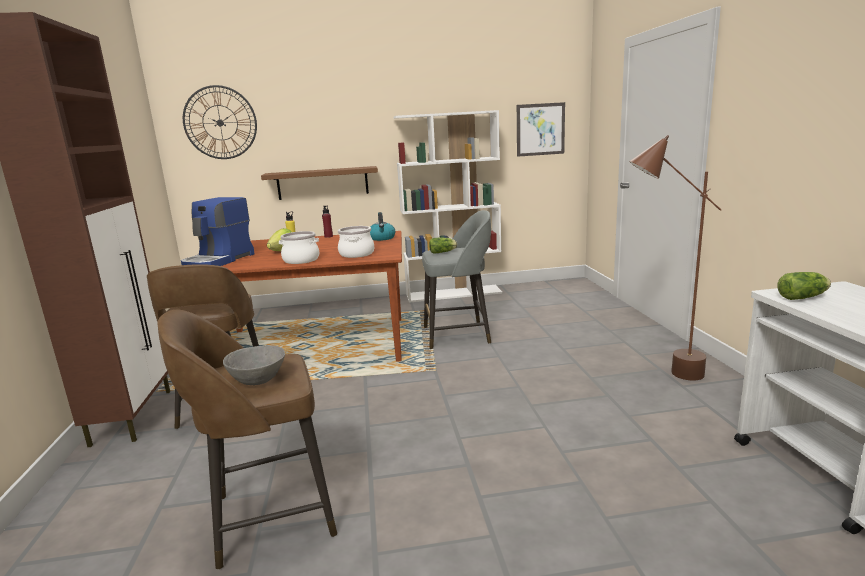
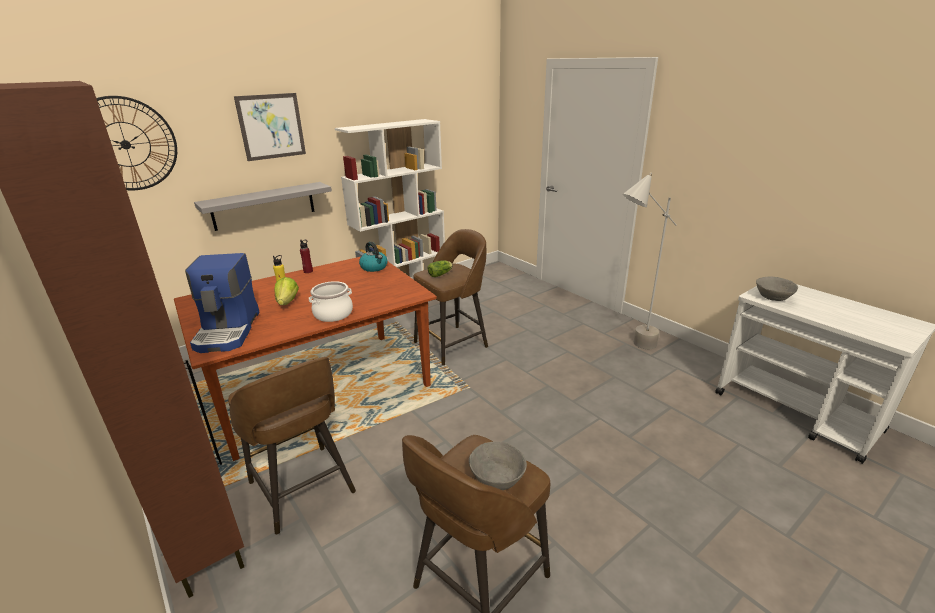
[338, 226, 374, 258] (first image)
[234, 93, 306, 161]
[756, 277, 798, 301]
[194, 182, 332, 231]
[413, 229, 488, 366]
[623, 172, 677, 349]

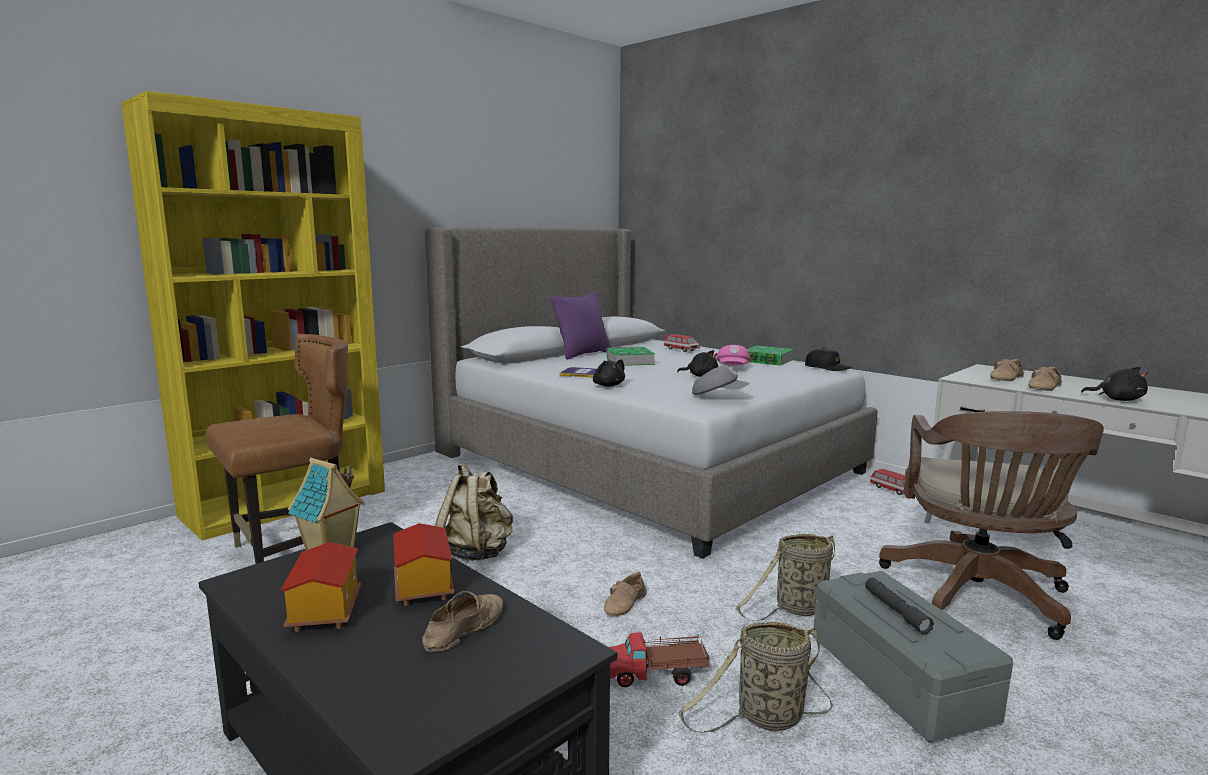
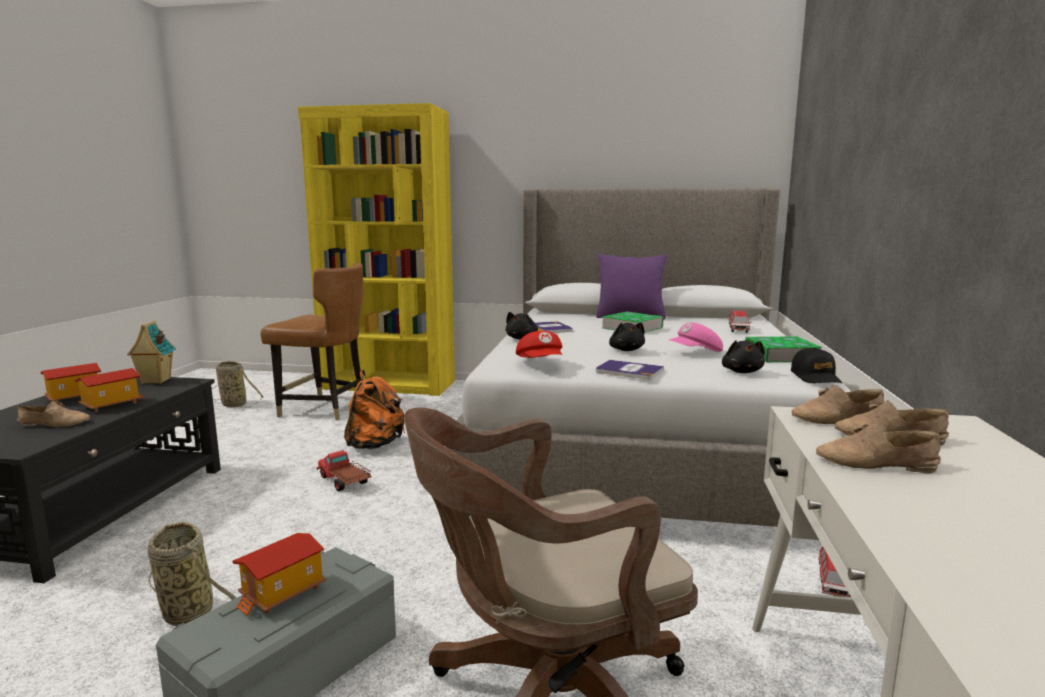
[596, 360, 664, 379]
[791, 385, 884, 424]
[317, 450, 372, 491]
[212, 361, 264, 408]
[722, 340, 765, 373]
[232, 533, 327, 616]
[344, 370, 405, 449]
[516, 331, 562, 358]

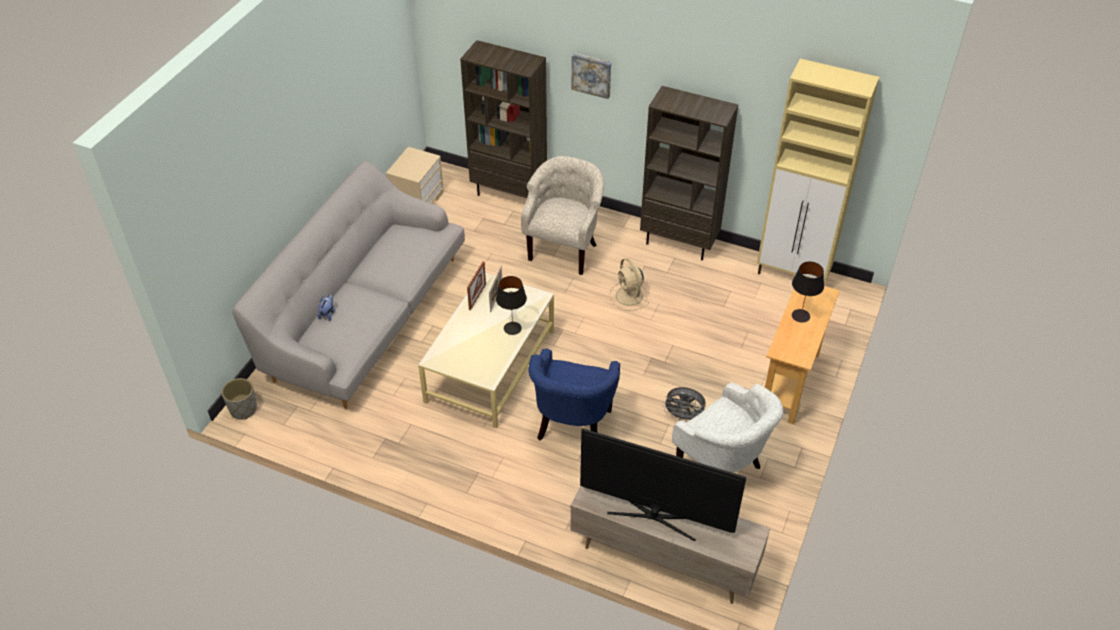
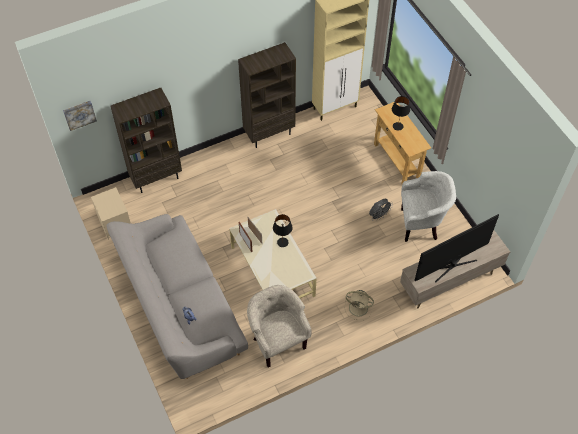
[222, 378, 257, 420] (first image)
[528, 349, 620, 440] (first image)
[247, 285, 311, 368]
[63, 101, 97, 131]
[345, 290, 374, 320]

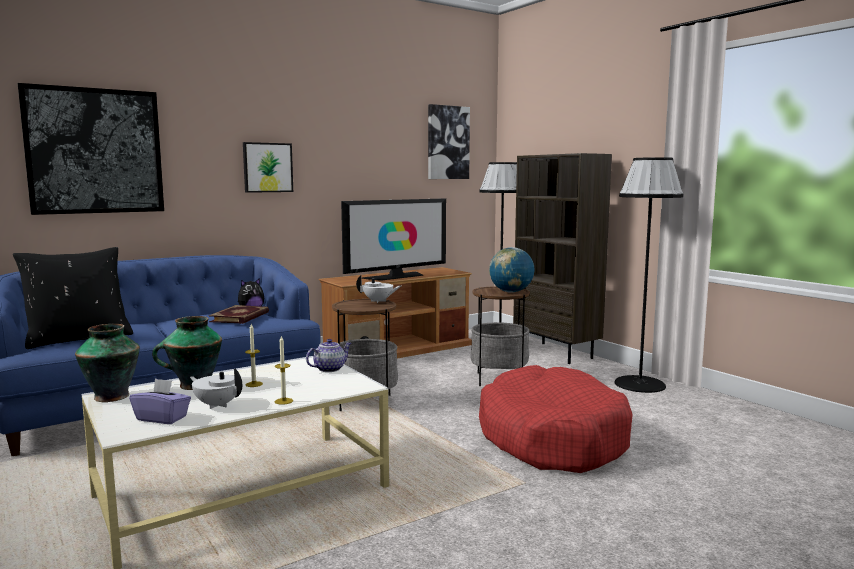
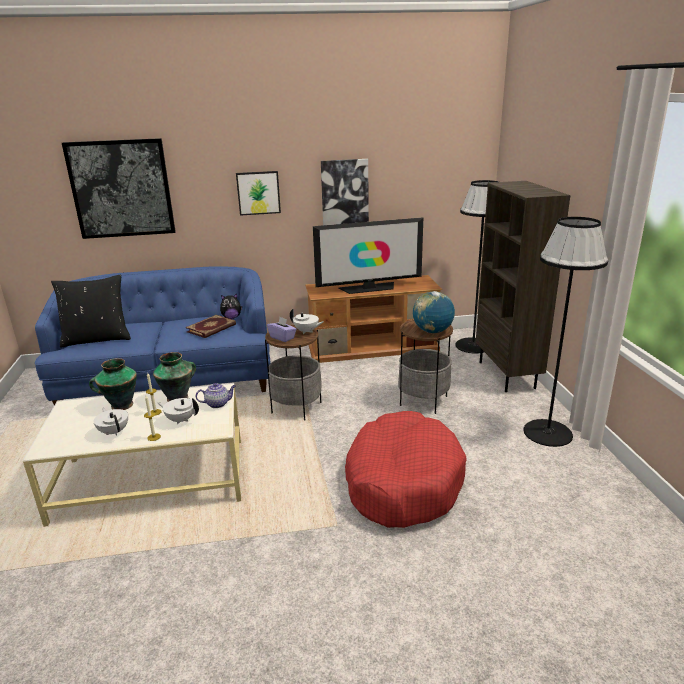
[158, 398, 199, 424]
[153, 352, 196, 402]
[267, 317, 297, 342]
[321, 159, 369, 225]

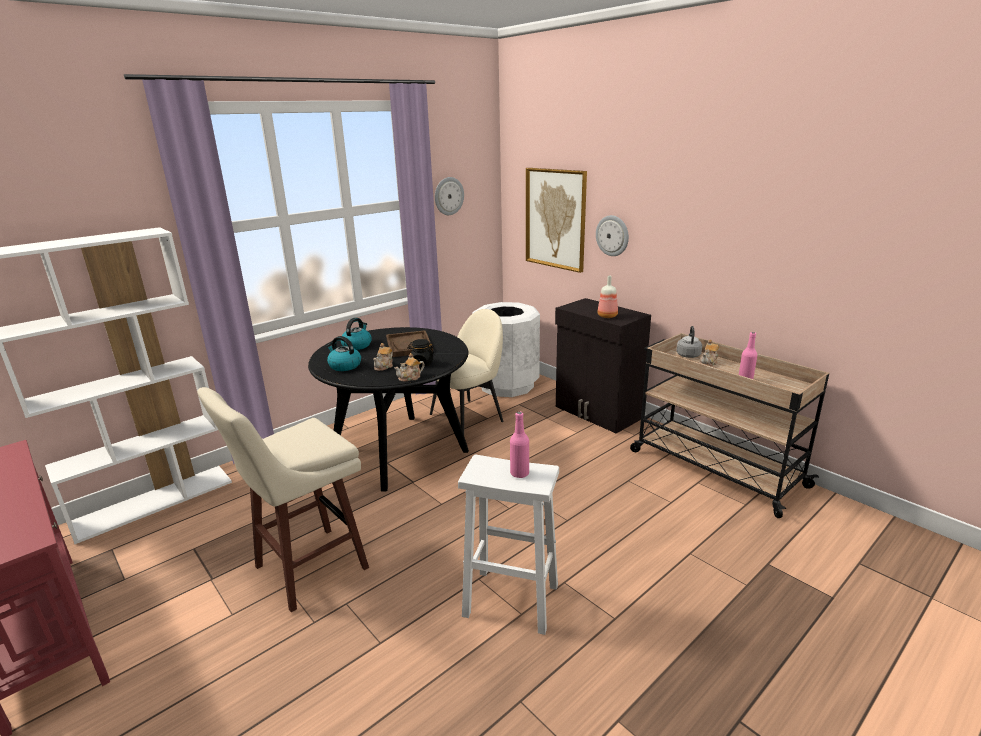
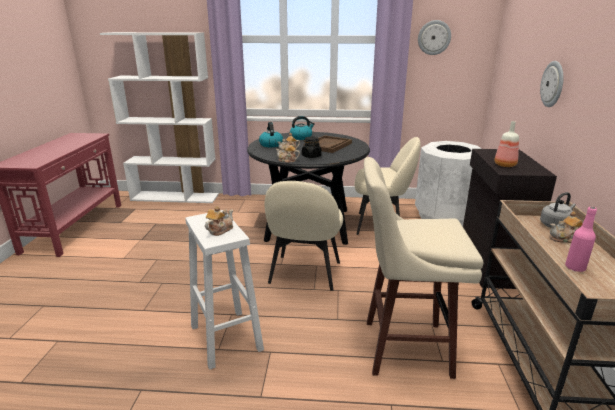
[526, 168, 587, 273] (first image)
[265, 181, 343, 291]
[364, 157, 484, 379]
[205, 206, 233, 236]

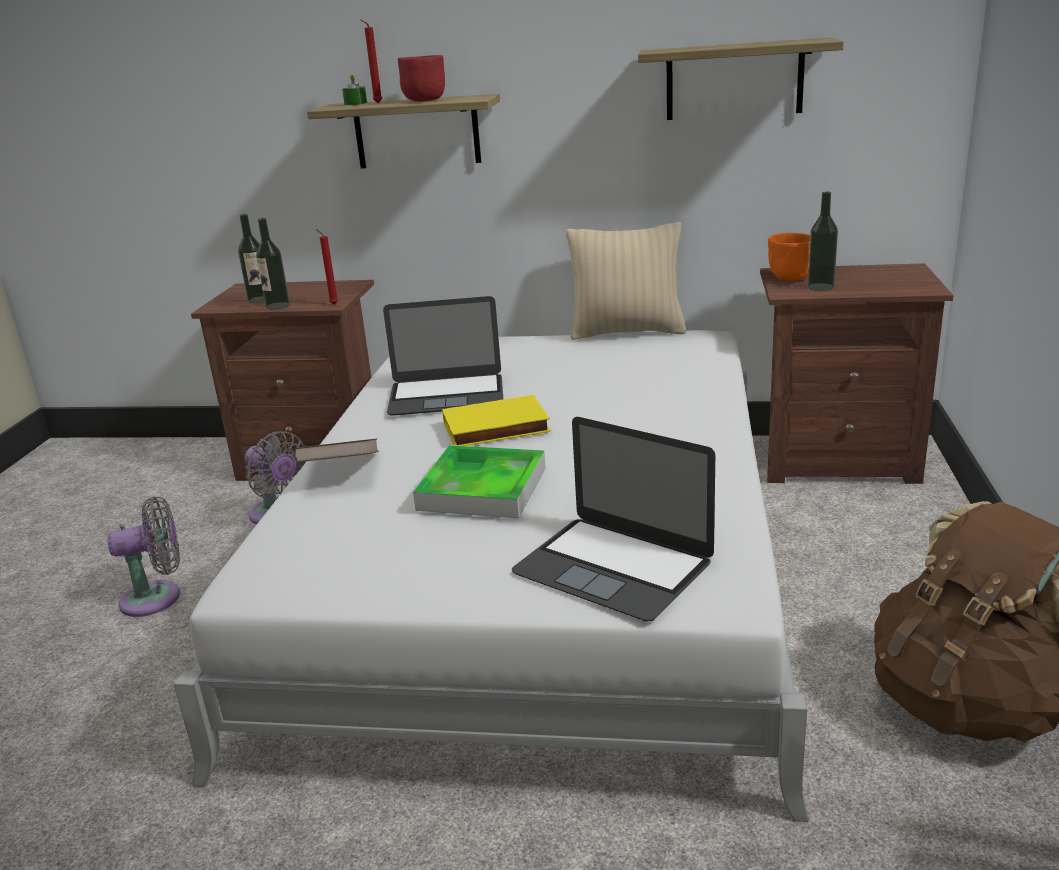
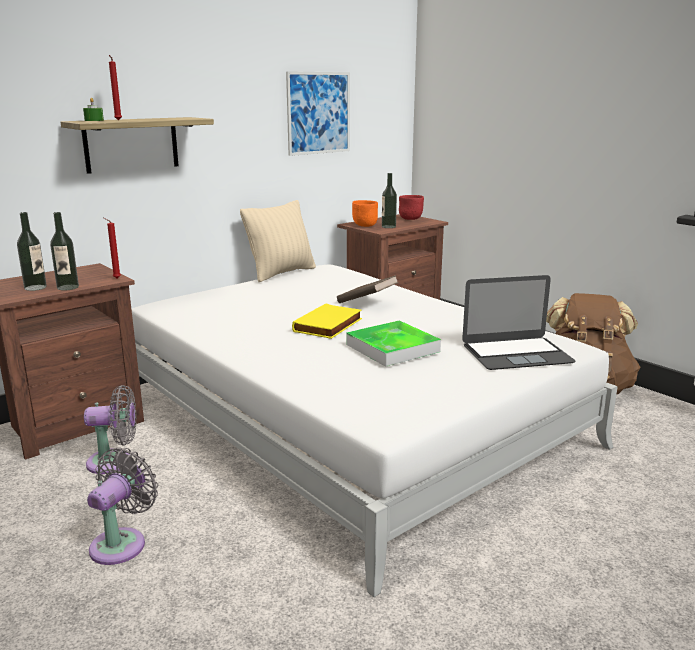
[383, 296, 503, 416] (first image)
[337, 275, 399, 303]
[399, 195, 424, 220]
[286, 71, 350, 156]

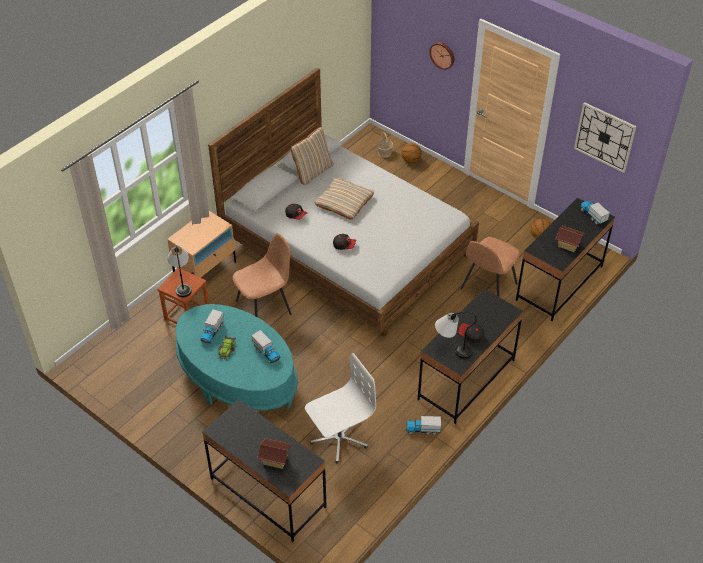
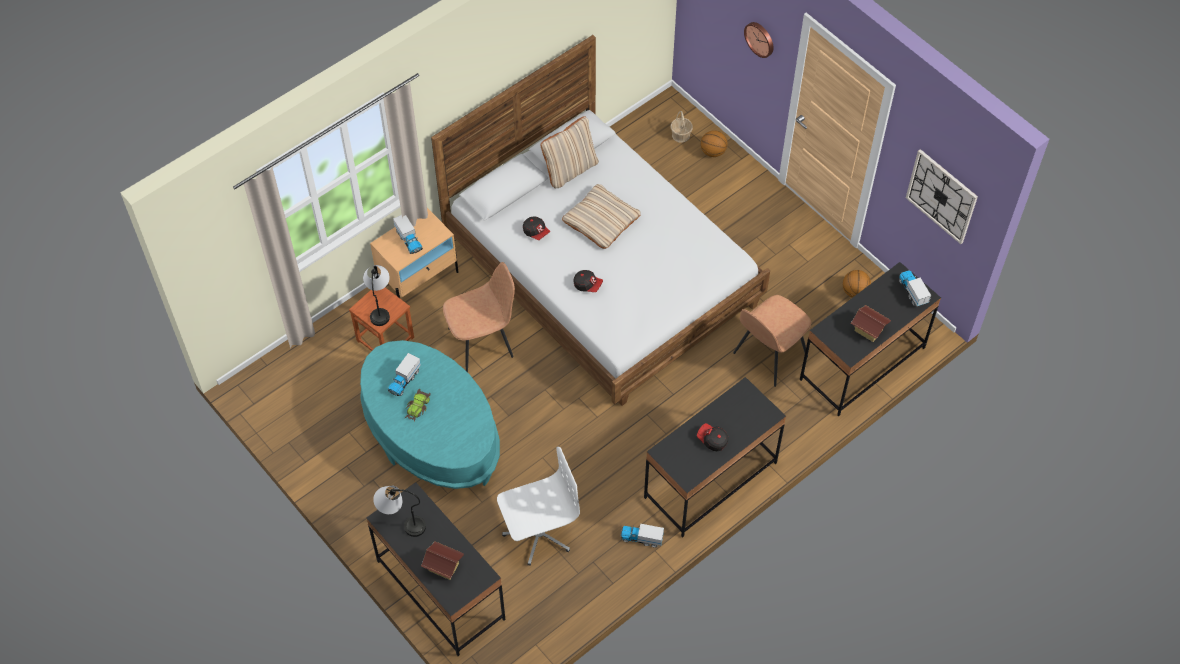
[393, 215, 423, 254]
[373, 486, 426, 537]

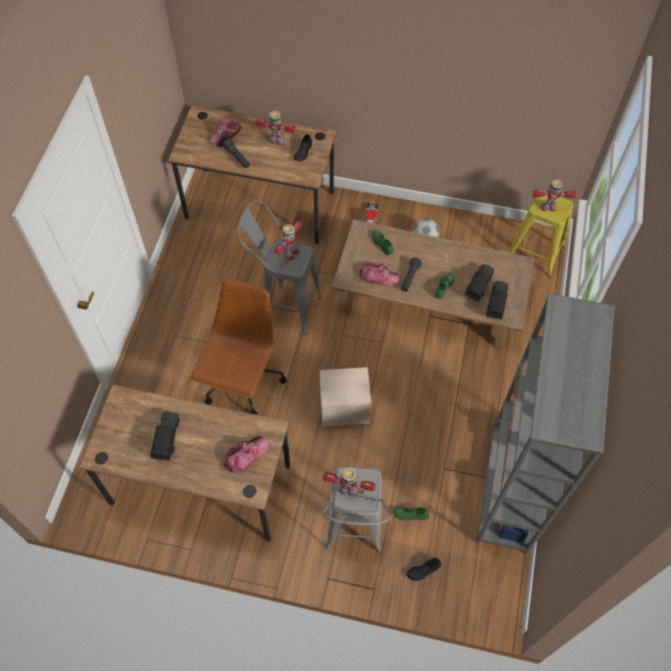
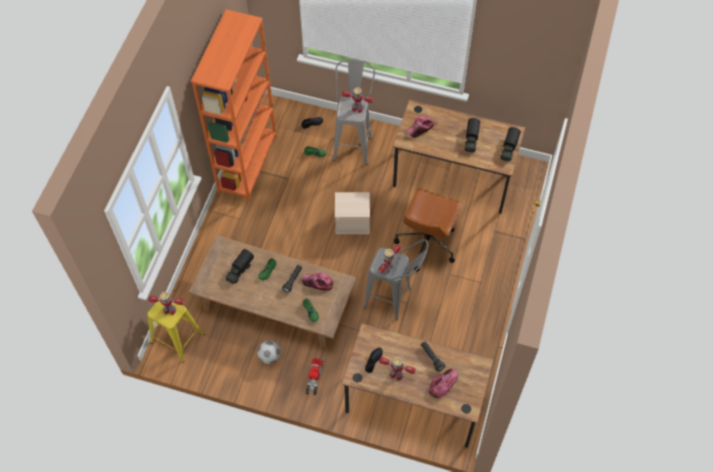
[500, 127, 521, 161]
[191, 9, 277, 201]

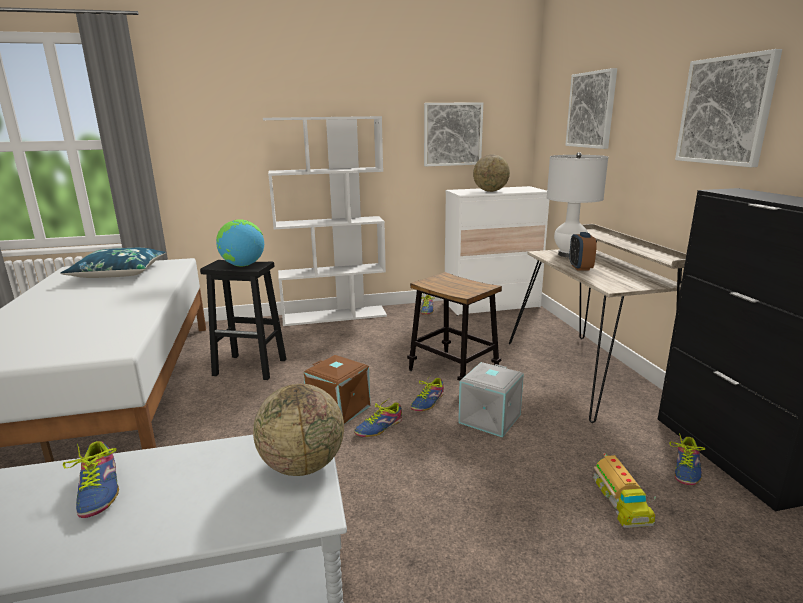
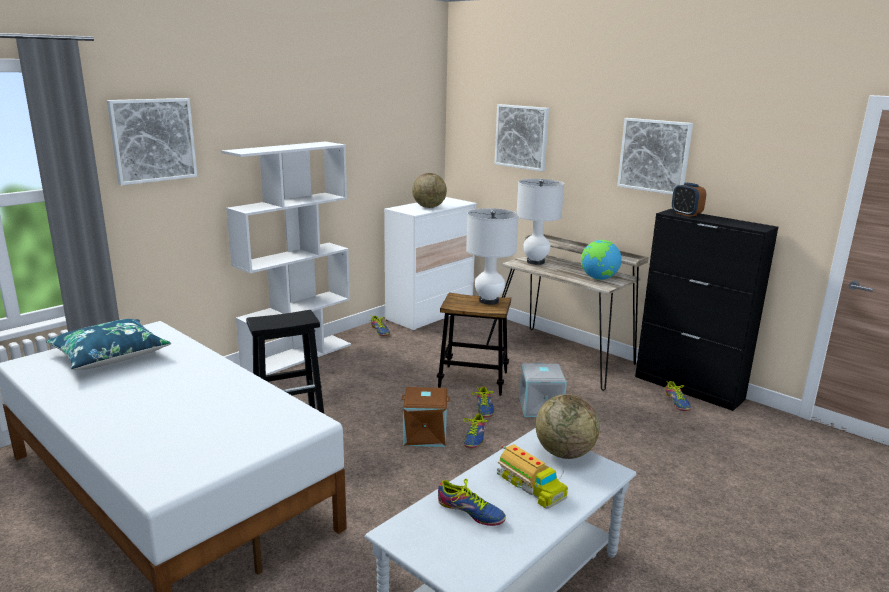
[466, 208, 519, 305]
[581, 240, 622, 280]
[107, 98, 197, 185]
[672, 183, 706, 217]
[497, 444, 568, 509]

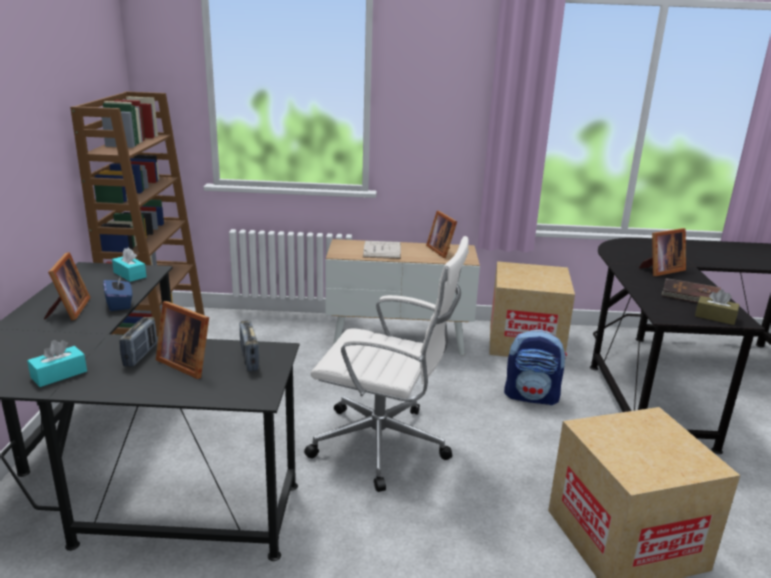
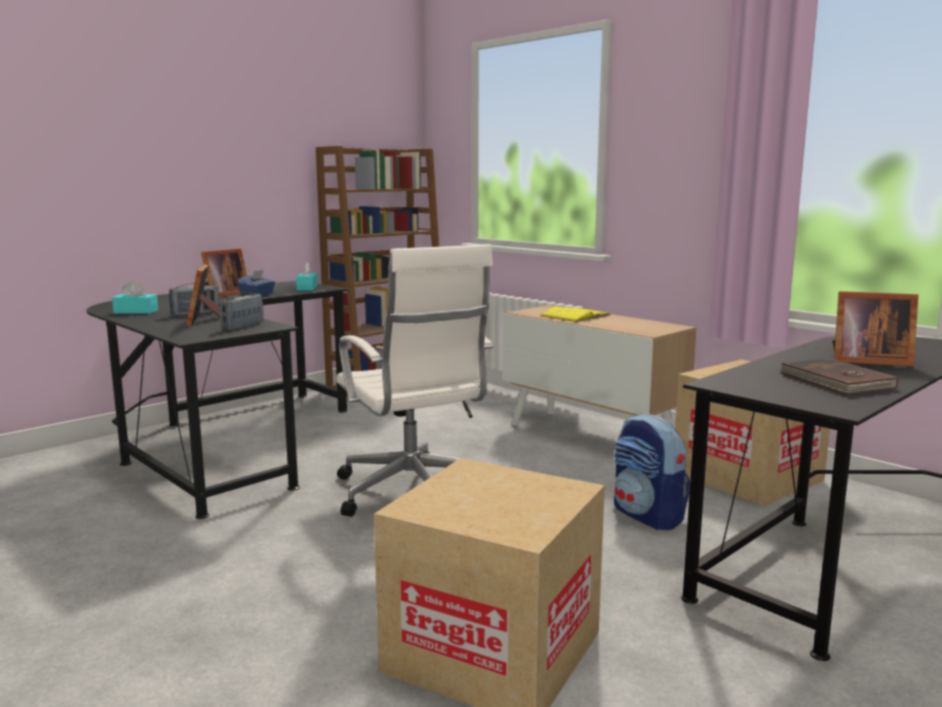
[426, 211, 457, 258] (first image)
[695, 289, 740, 325] (first image)
[540, 307, 610, 322]

